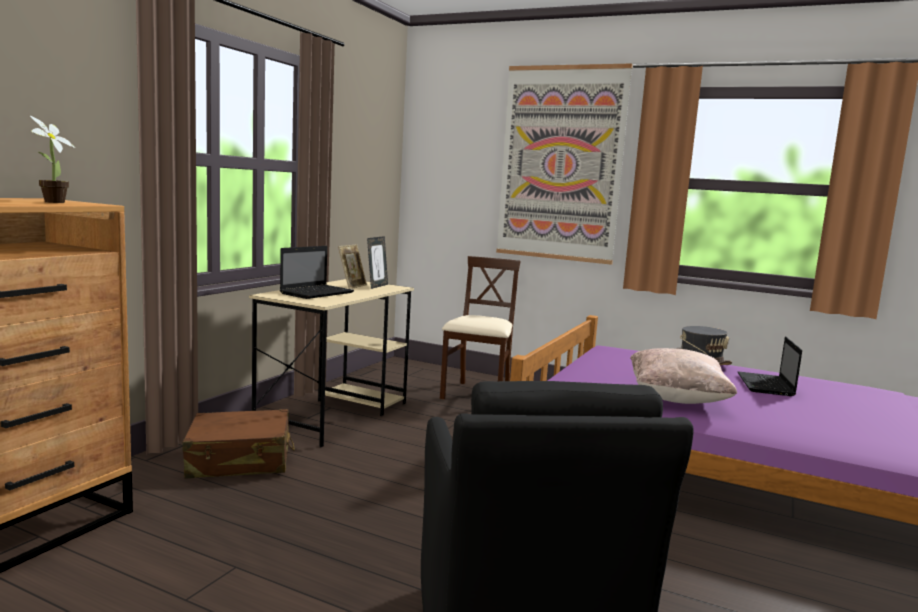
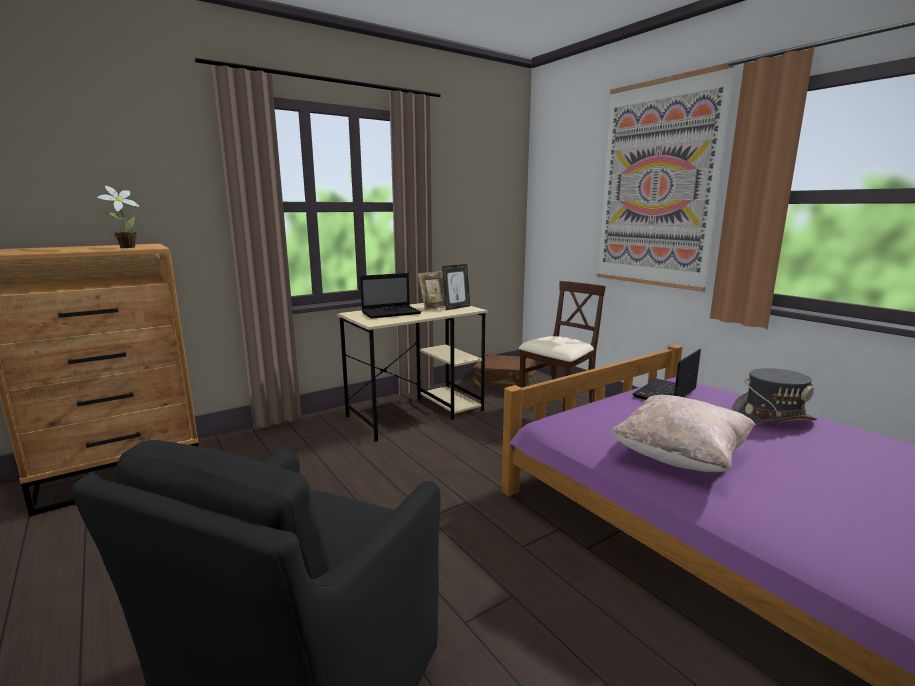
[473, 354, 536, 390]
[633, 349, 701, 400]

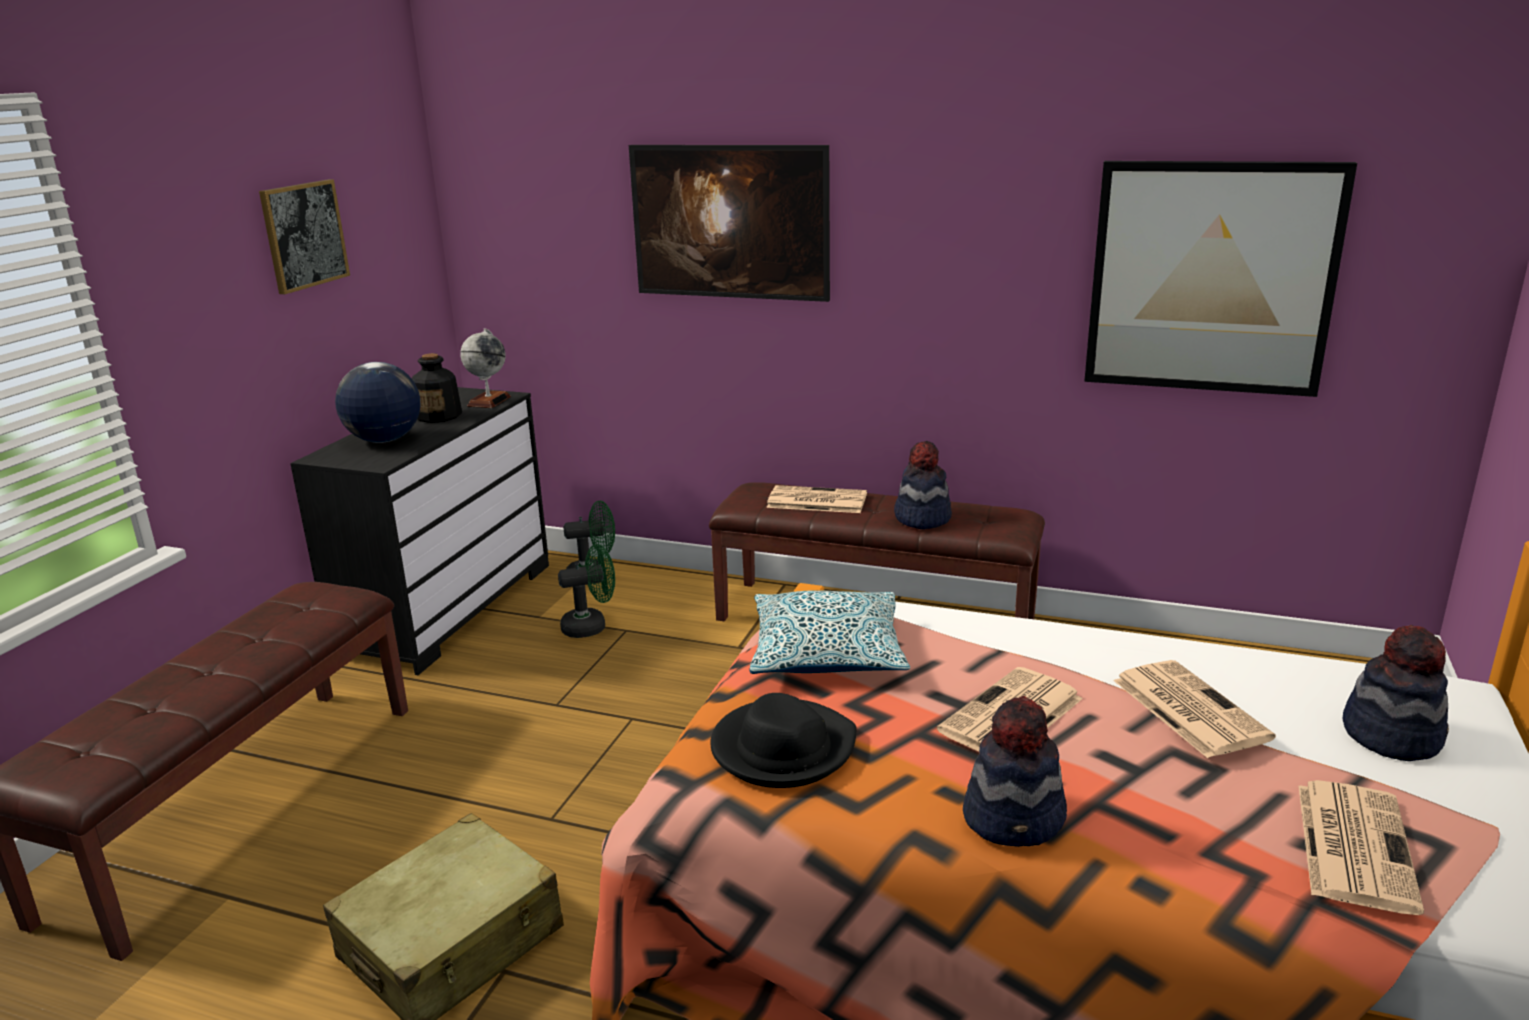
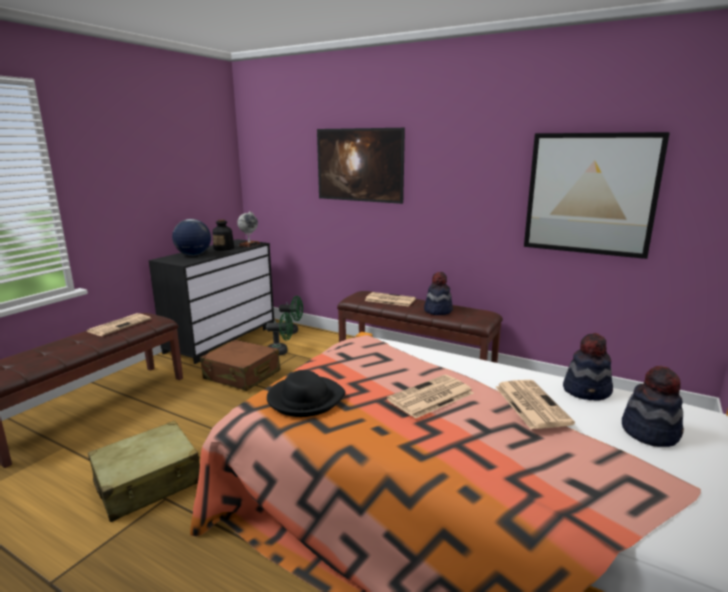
[259, 179, 350, 294] (first image)
[750, 590, 910, 674] (first image)
[200, 340, 281, 391]
[563, 333, 613, 400]
[87, 313, 151, 336]

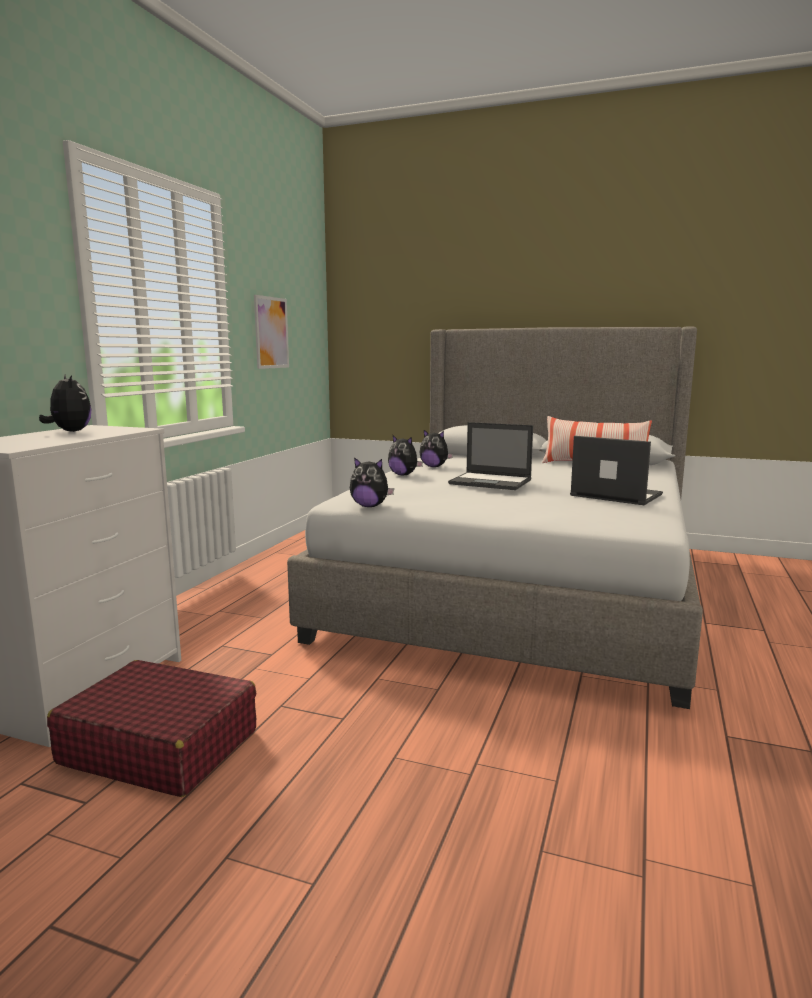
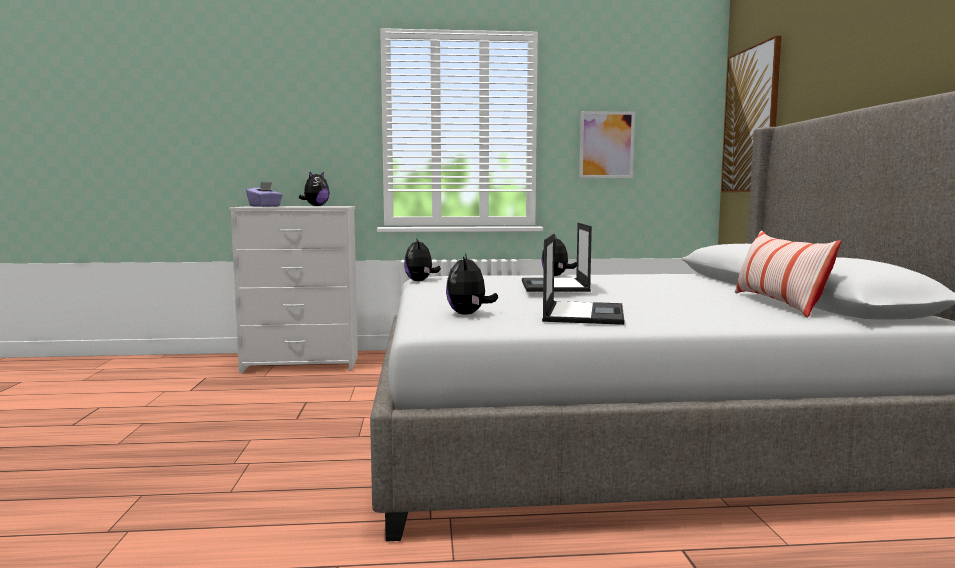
[47, 660, 256, 797] (first image)
[246, 182, 283, 207]
[721, 36, 782, 192]
[446, 254, 498, 315]

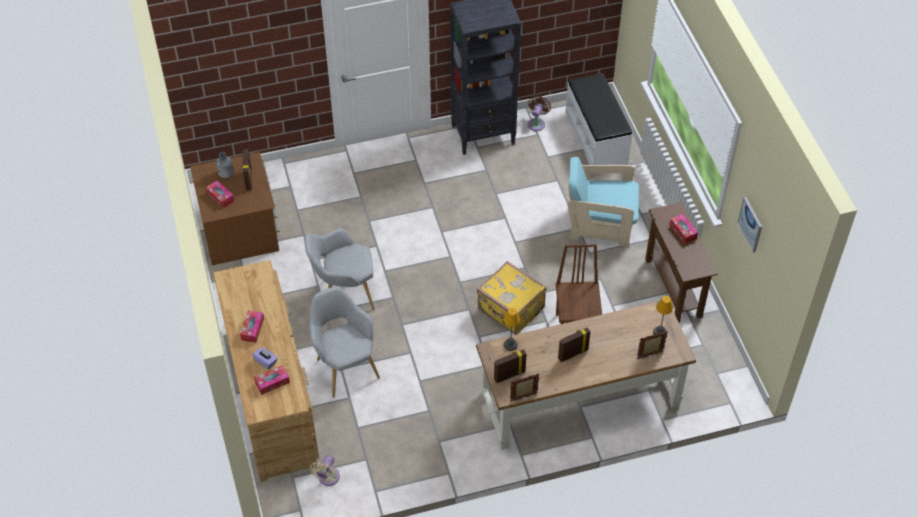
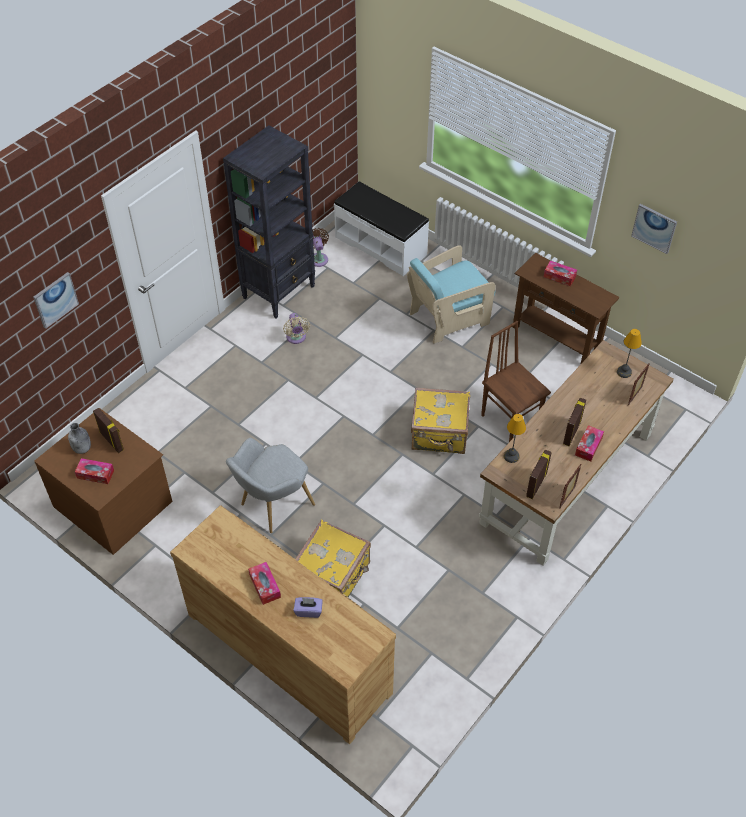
[33, 272, 79, 329]
[575, 425, 604, 462]
[283, 313, 310, 344]
[295, 520, 371, 597]

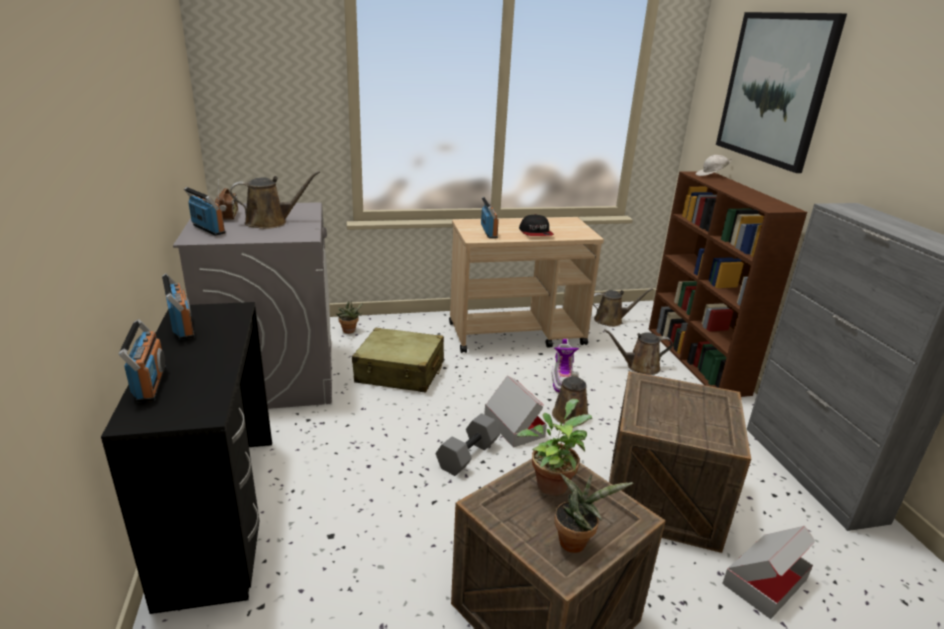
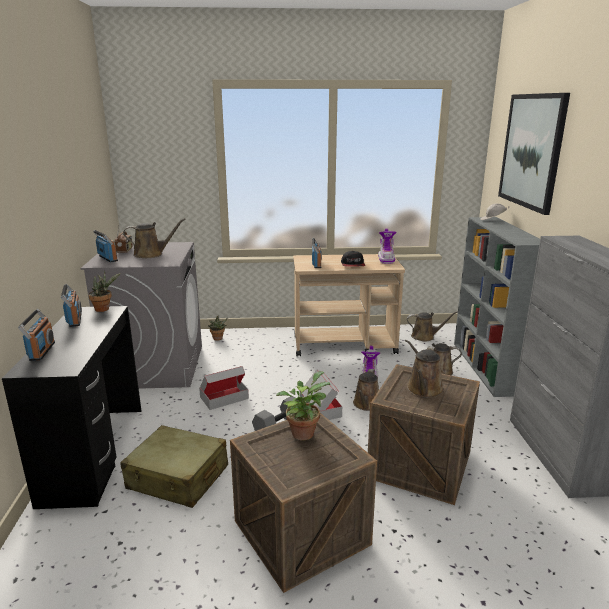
[378, 229, 397, 264]
[407, 346, 444, 398]
[120, 425, 228, 508]
[88, 271, 121, 312]
[199, 366, 249, 410]
[454, 217, 540, 397]

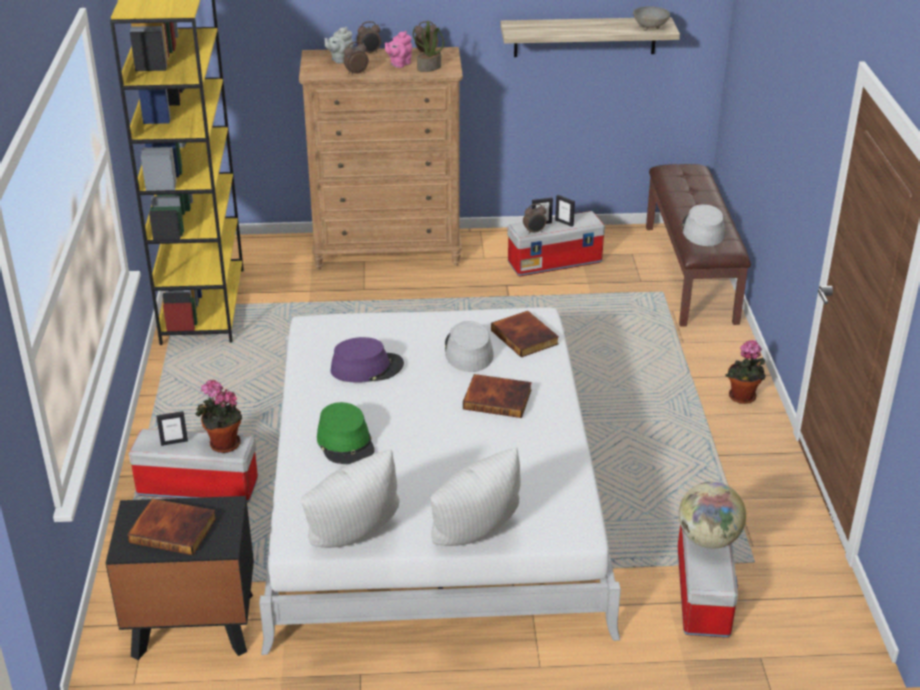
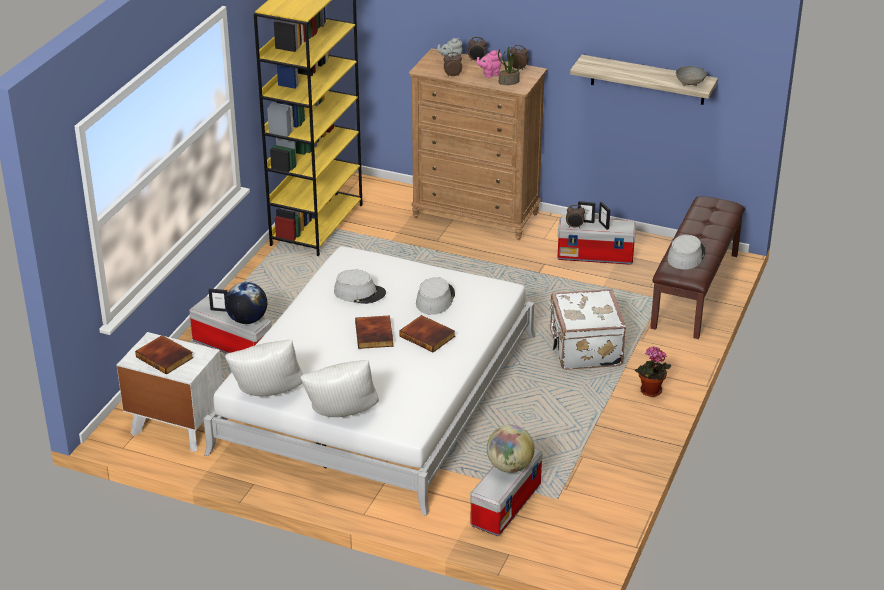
[317, 402, 375, 464] (first image)
[550, 289, 626, 370]
[355, 315, 394, 349]
[225, 282, 267, 324]
[117, 332, 223, 452]
[334, 270, 386, 304]

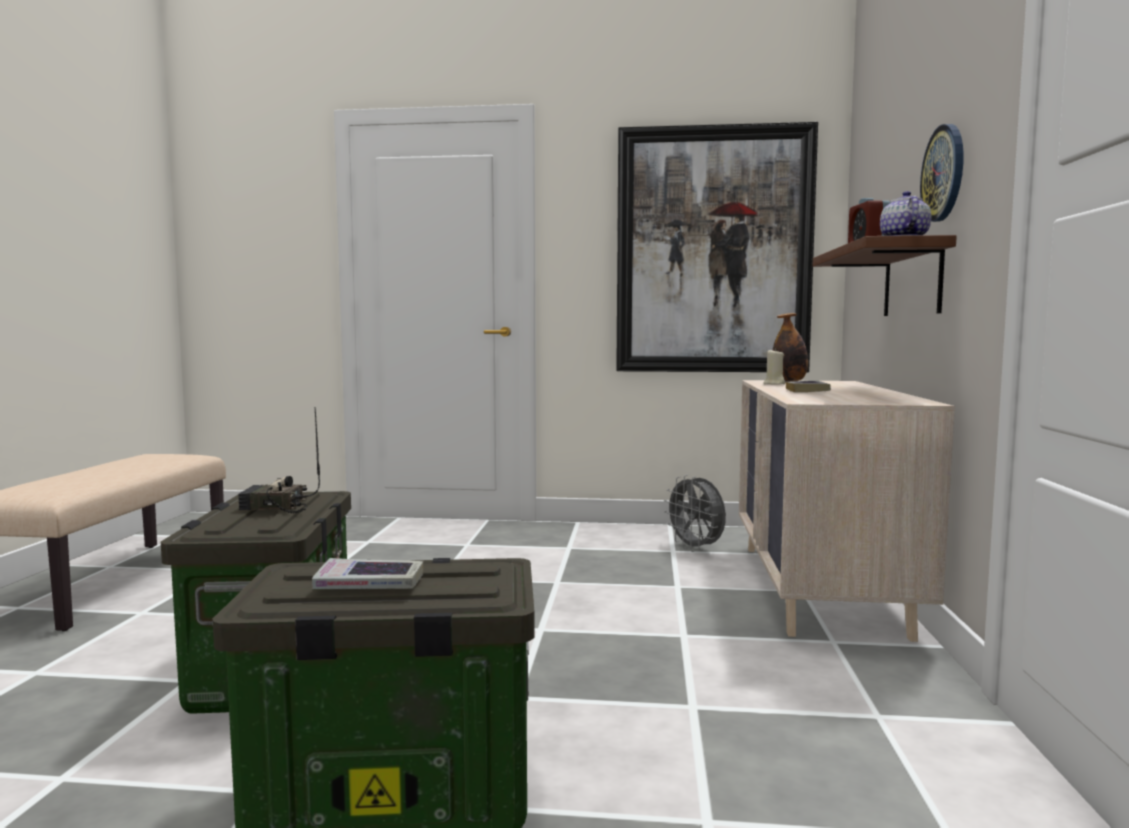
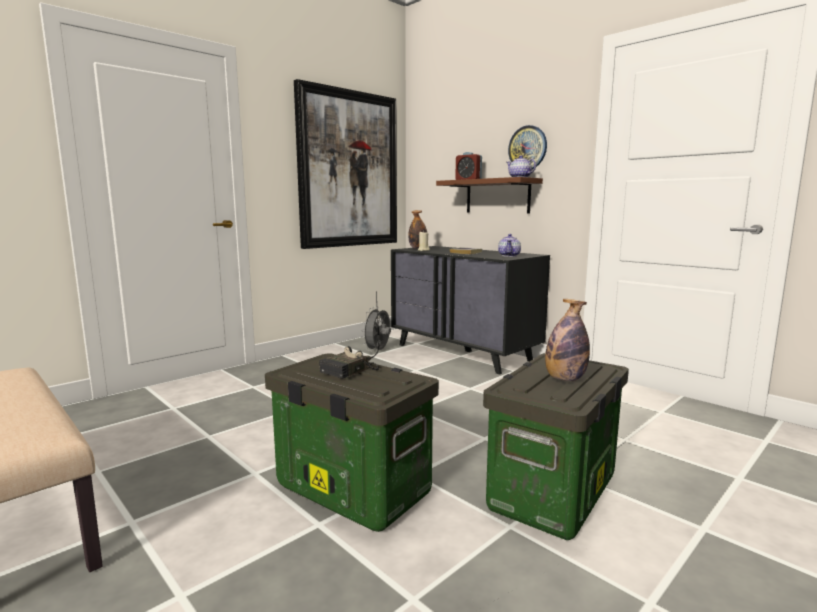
[498, 234, 521, 257]
[545, 299, 590, 381]
[391, 246, 550, 375]
[361, 308, 391, 352]

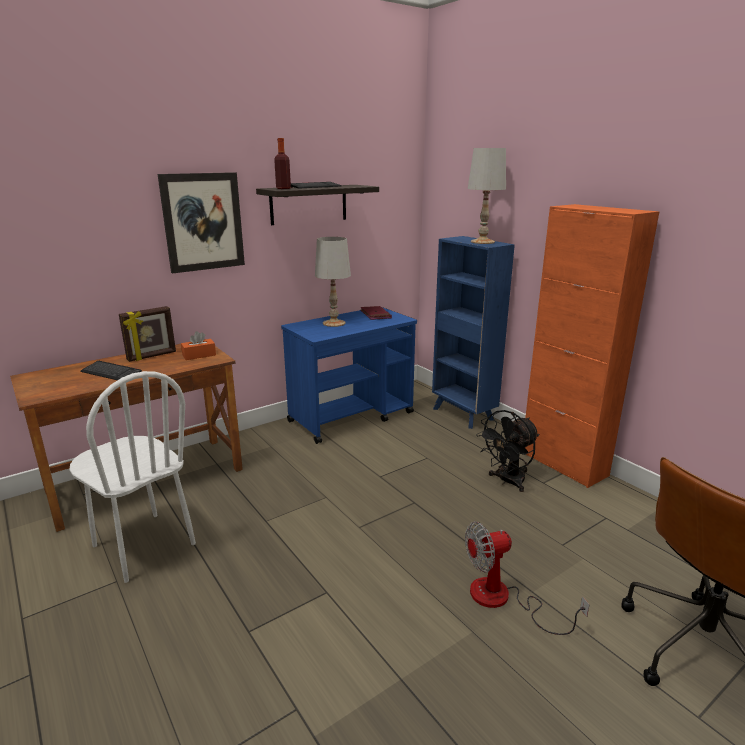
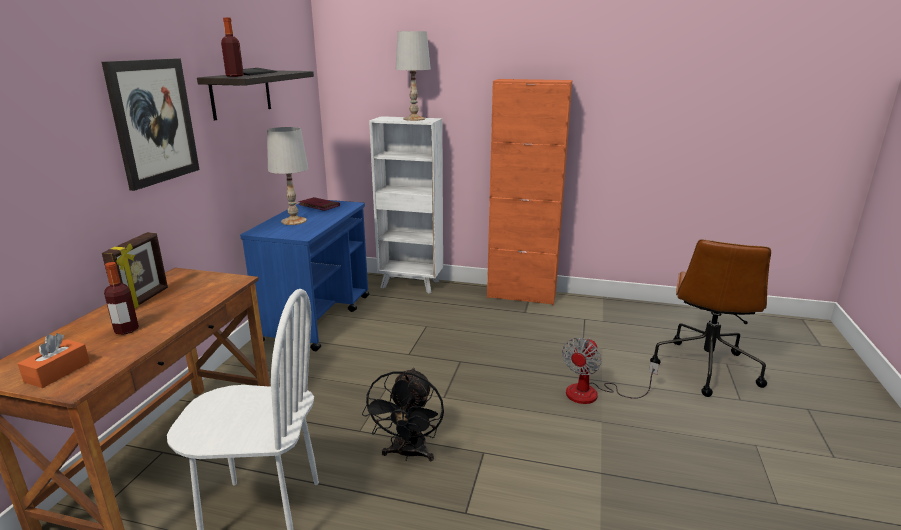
[18, 333, 90, 388]
[362, 368, 444, 461]
[104, 262, 139, 335]
[369, 116, 443, 294]

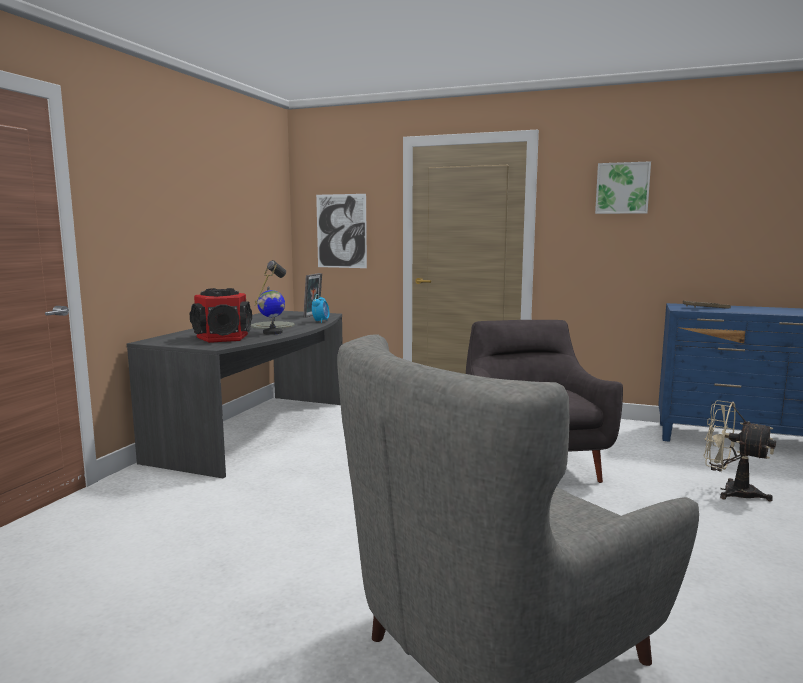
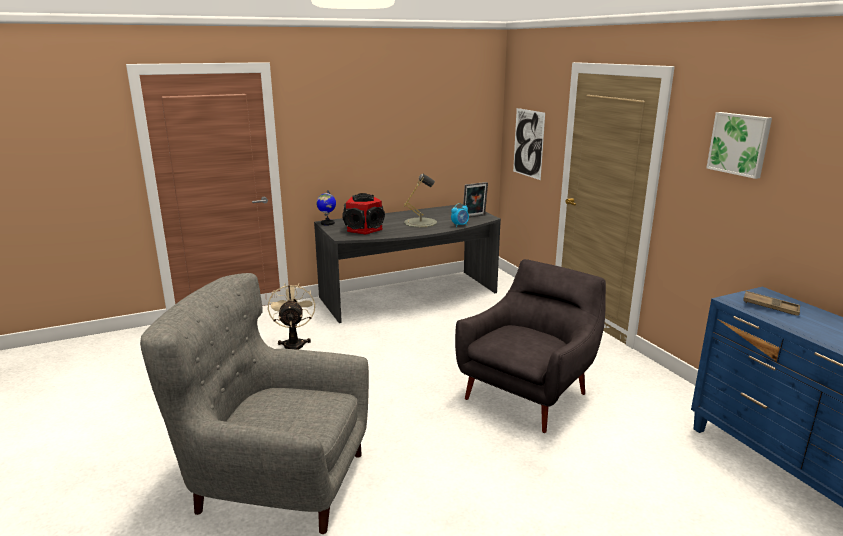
[316, 190, 336, 226]
[268, 283, 315, 350]

